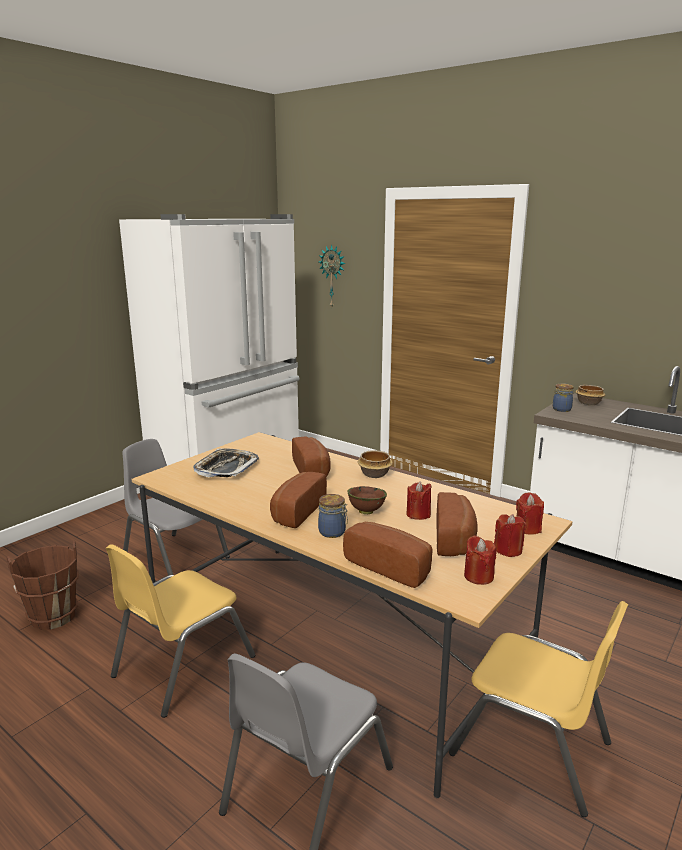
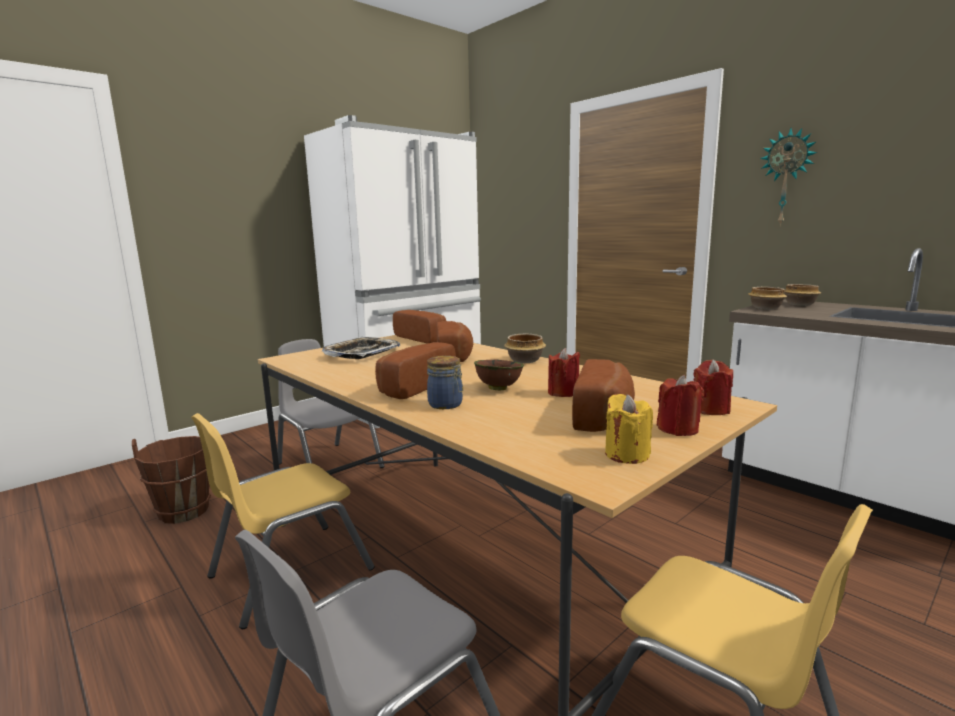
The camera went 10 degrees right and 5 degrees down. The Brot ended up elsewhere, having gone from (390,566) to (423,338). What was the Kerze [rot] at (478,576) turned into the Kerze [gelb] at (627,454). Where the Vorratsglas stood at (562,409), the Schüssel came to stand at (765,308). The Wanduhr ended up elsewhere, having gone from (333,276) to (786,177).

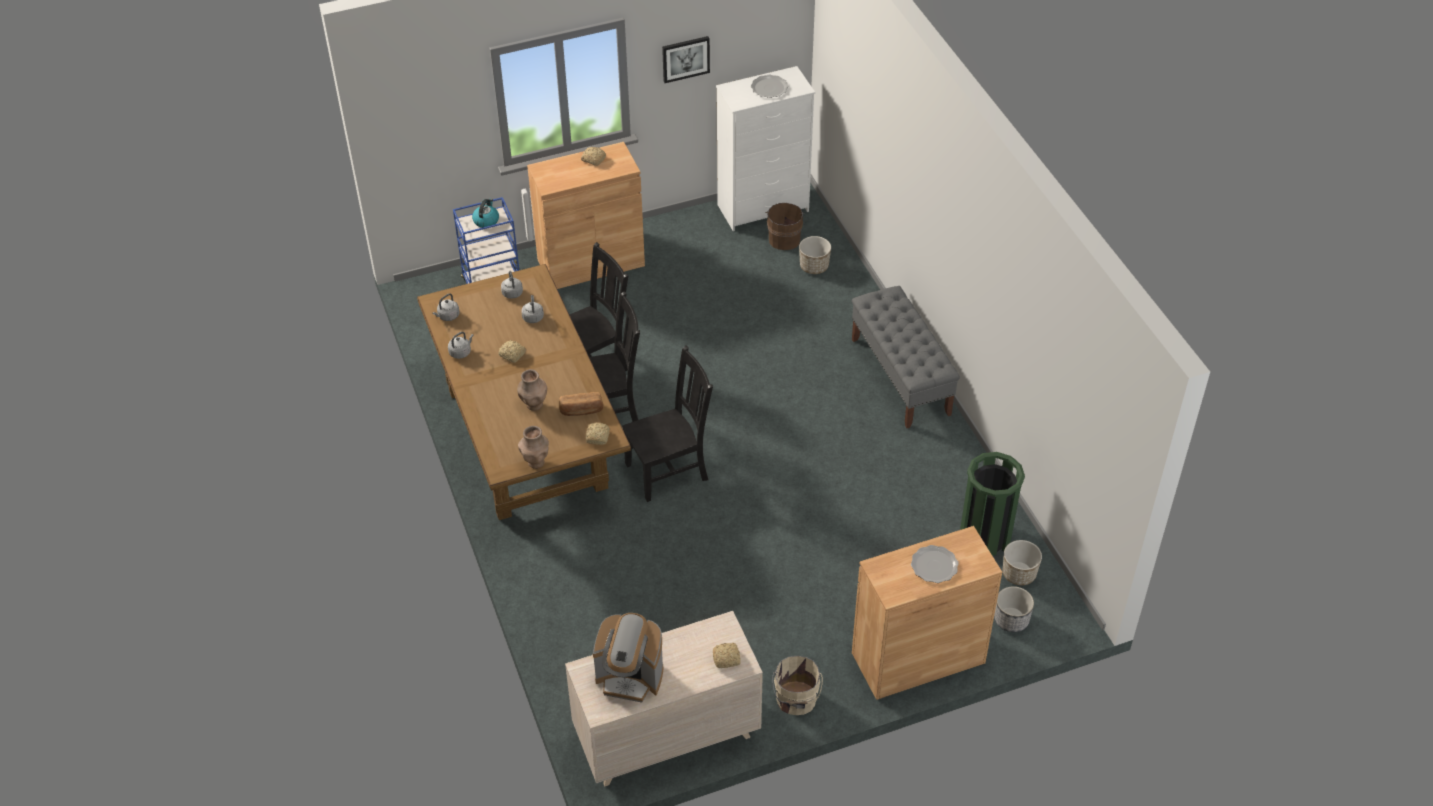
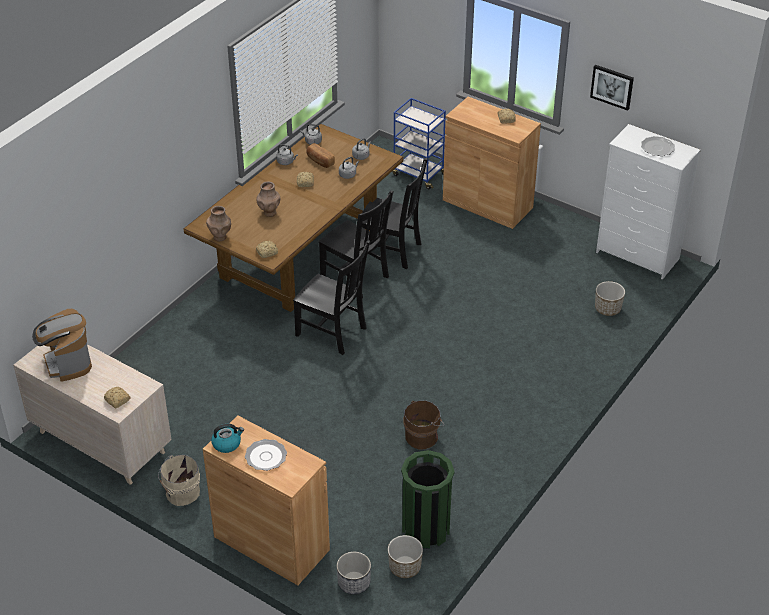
The camera went 55 degrees right and 5 degrees down. The Wasserkessel ended up elsewhere, having gone from (486,220) to (227,444). The Brot ended up elsewhere, having gone from (581,410) to (320,161). The Eimer [braun] ended up elsewhere, having gone from (784,238) to (423,436). The second view lost the Bank [grau] at (900,377).

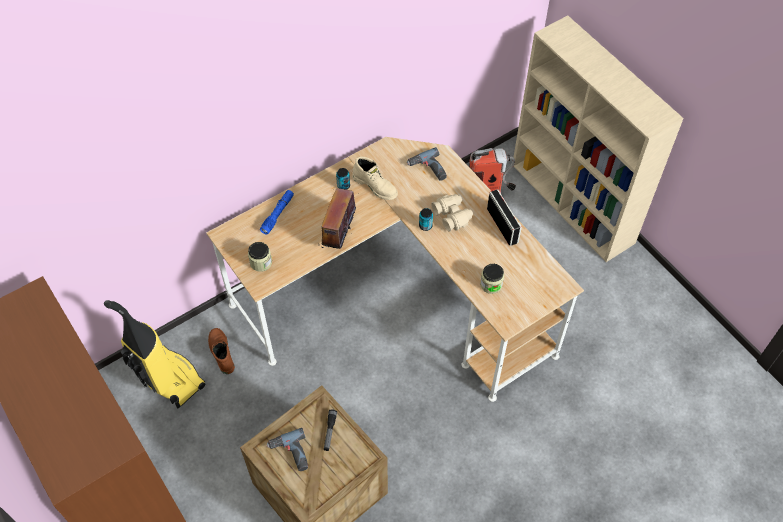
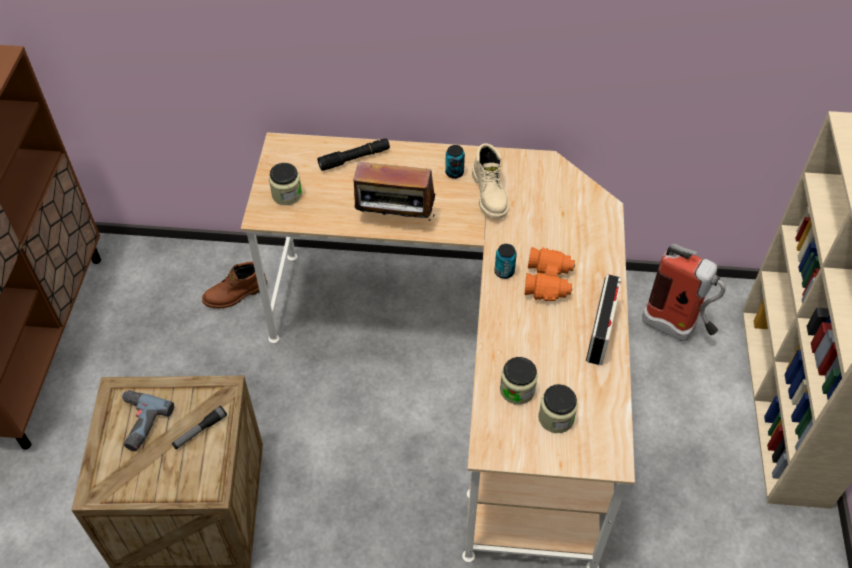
The camera went 40 degrees right and 5 degrees down. The Stiefel [braun] at (221,353) ended up facing another way, 135 degrees counterclockwise from before. What was the Taschenlampe [blau] at (278,214) turned into the Taschenlampe [schwarz] at (354,158). The Radio at (338,235) ended up facing another way, 135 degrees counterclockwise from before. What was the Fernglas [beige] at (452,215) turned into the Fernglas [orange] at (548,281). The second view gained the Vorratsglas at (556,418). The second view lost the Staubsauger at (168,378). The second view lost the Bohrmaschine at (428,169).

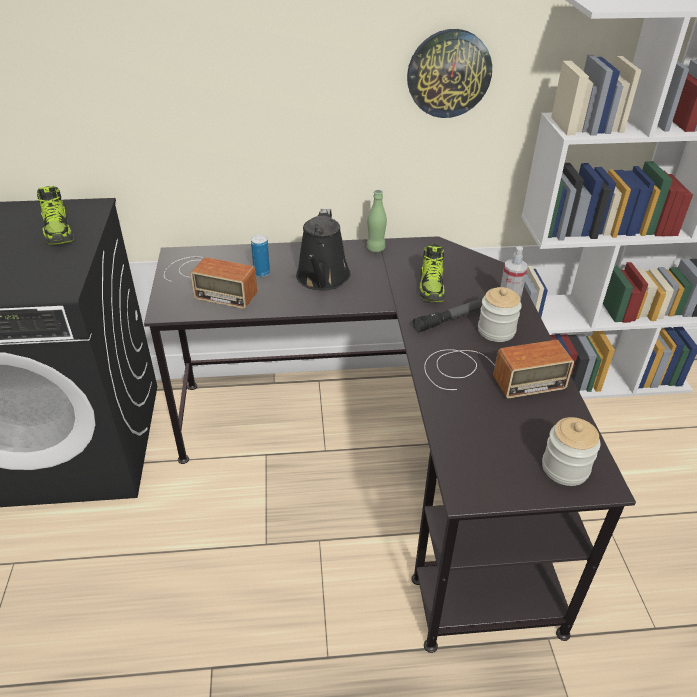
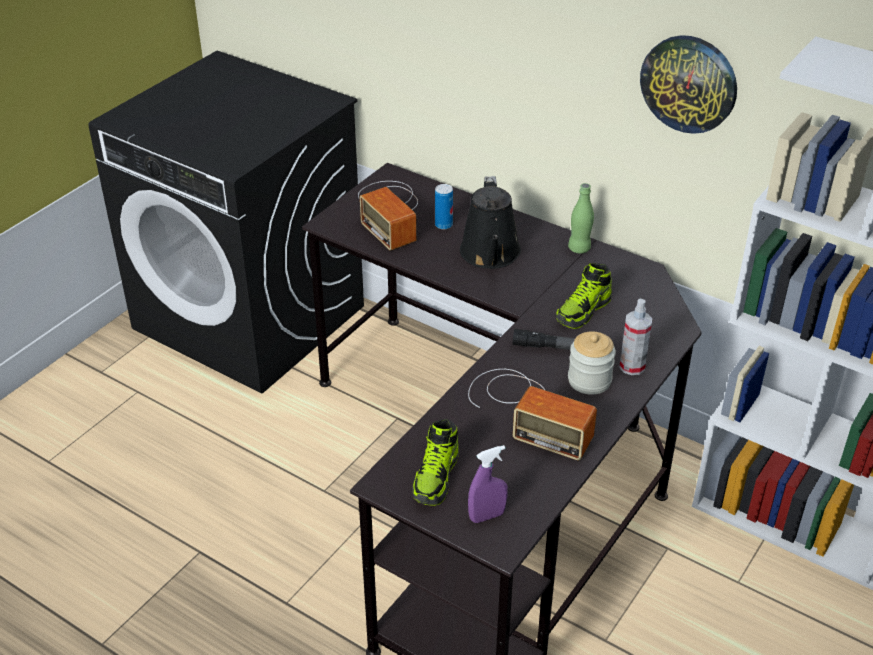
The camera went 40 degrees right and 0 degrees up. The Schuh ended up elsewhere, having gone from (59,231) to (436,477). The Gießkanne [schwarz] at (322,279) ended up facing another way, 45 degrees counterclockwise from before. Where the Vorratsglas stood at (565,468), the Sprühflasche [lila] came to stand at (487,516).

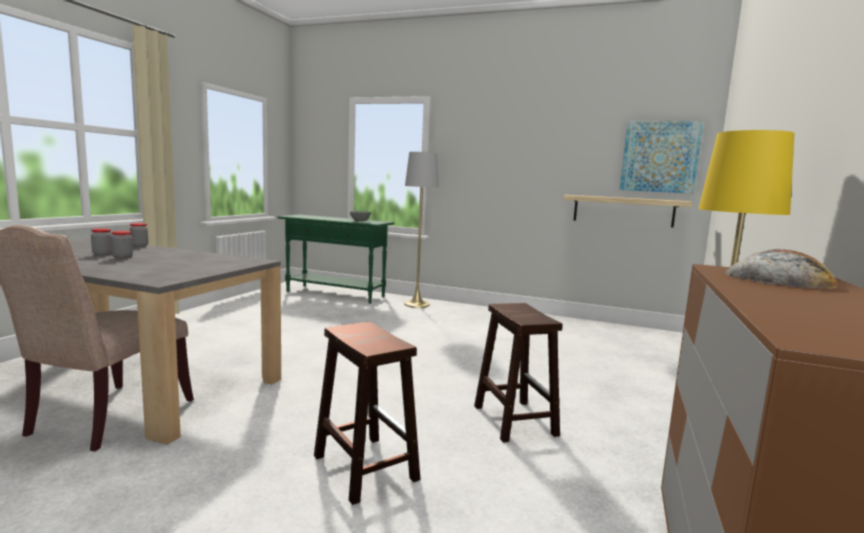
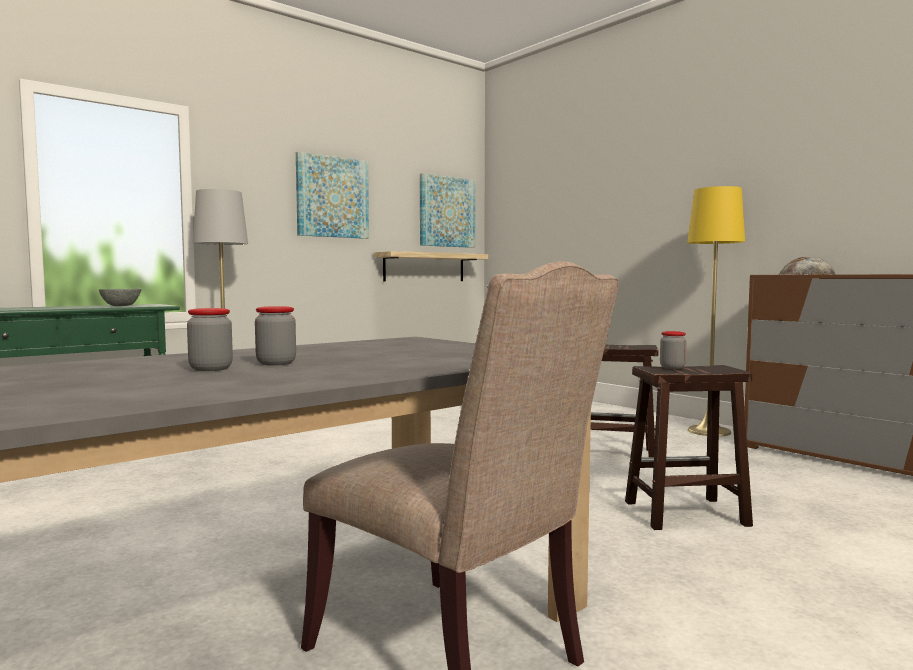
The camera went 60 degrees left and 5 degrees down. The second view gained the Bild at (332,197). The Vorratsglas ended up elsewhere, having gone from (139,246) to (672,367).

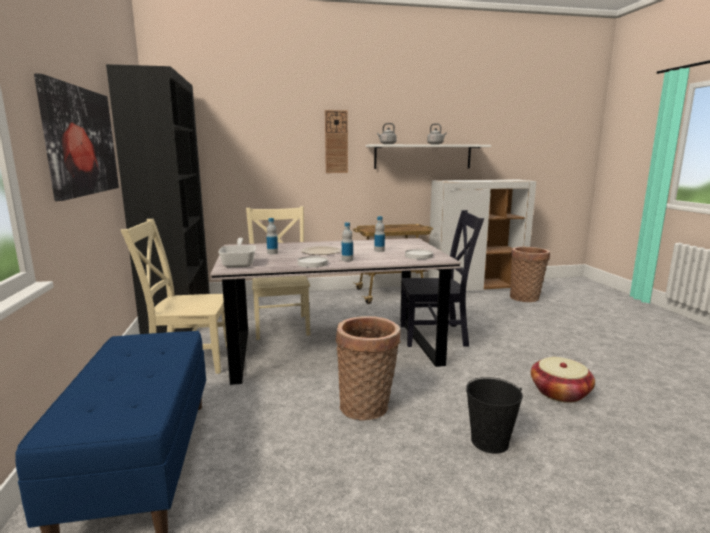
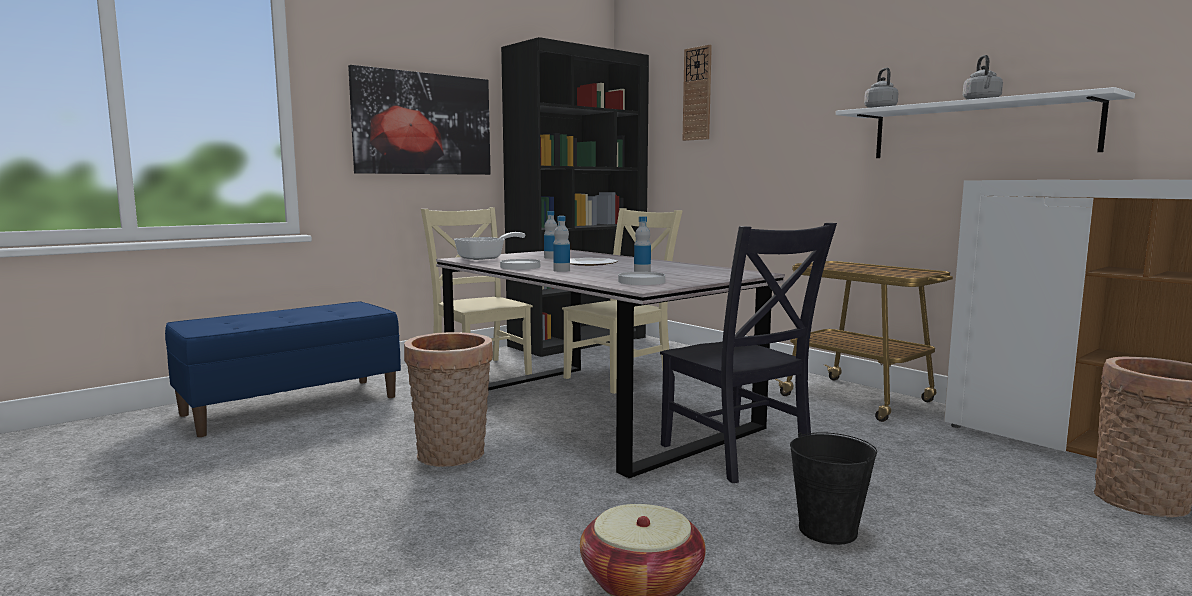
The camera went 60 degrees right and 5 degrees down. The Wanduhr ended up elsewhere, having gone from (336,142) to (697,94). The Eimer [schwarz] ended up elsewhere, having gone from (490,442) to (827,530).

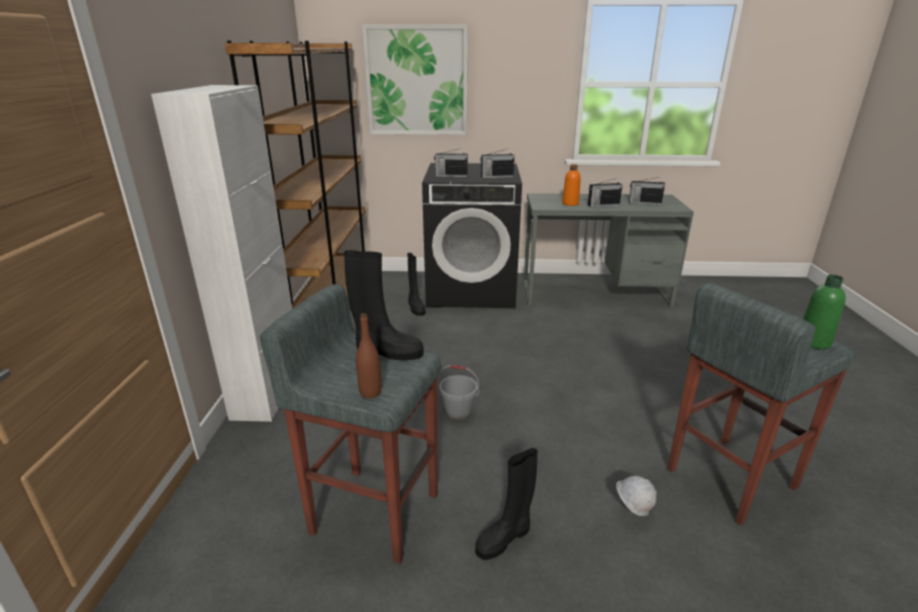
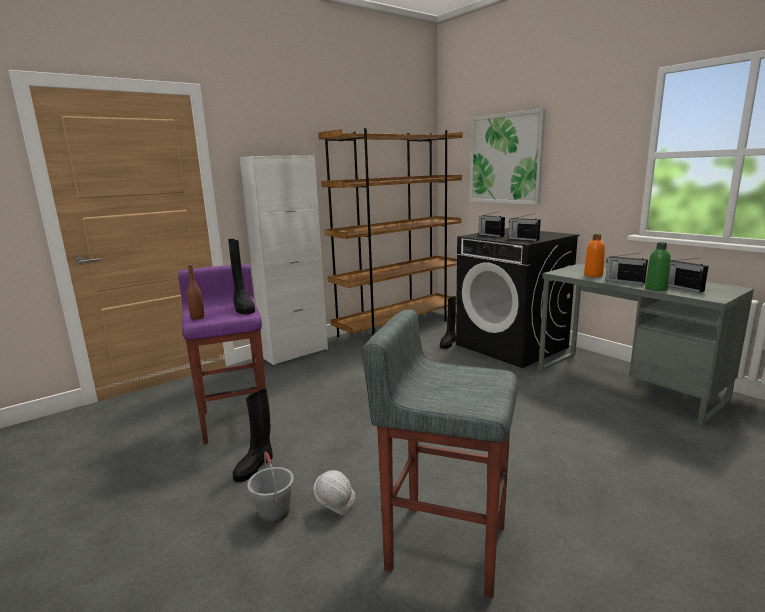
The camera went 50 degrees right and 10 degrees down. What was the Hocker [grau] at (374,511) turned into the Hocker [lila] at (236,420). The Stiefel [schwarz] at (504,538) ended up facing another way, 75 degrees counterclockwise from before. The Eimer [grau] ended up elsewhere, having gone from (458,412) to (274,512). The Flasche [grün] ended up elsewhere, having gone from (813,342) to (656,289).

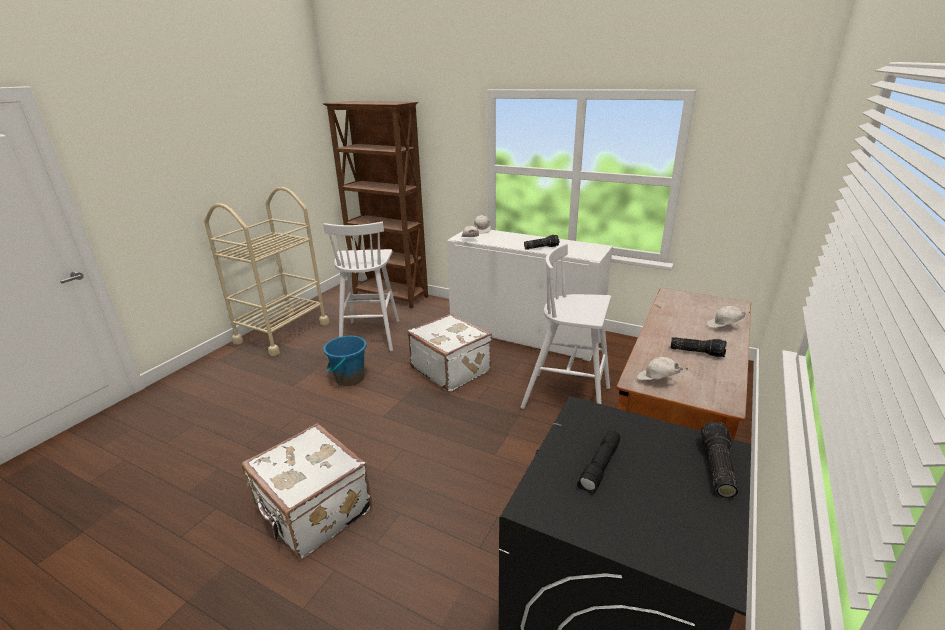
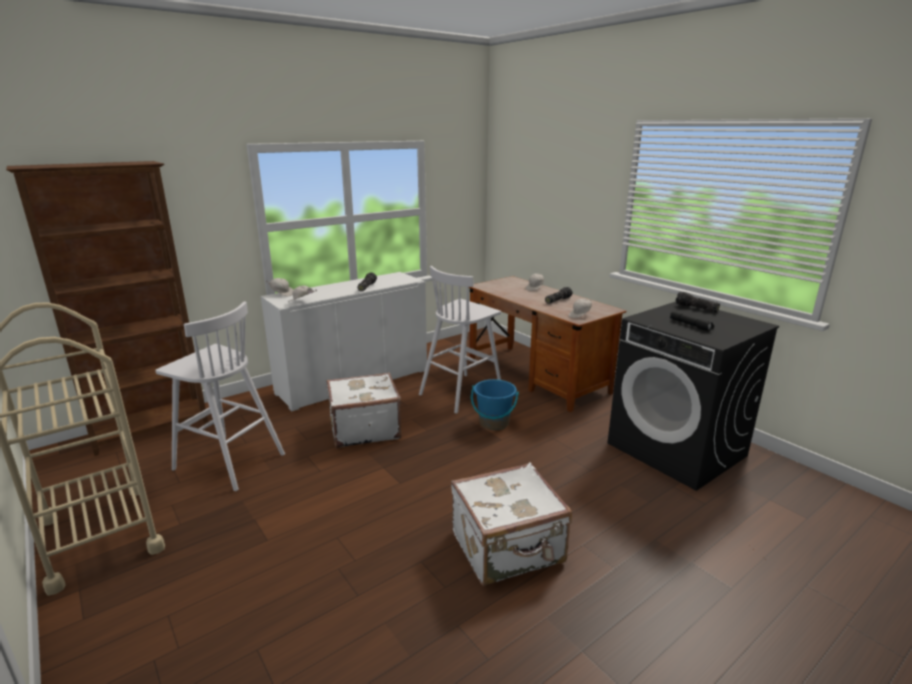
The camera went 65 degrees left and 5 degrees down. The Eimer [blau] ended up elsewhere, having gone from (349,378) to (494,423).

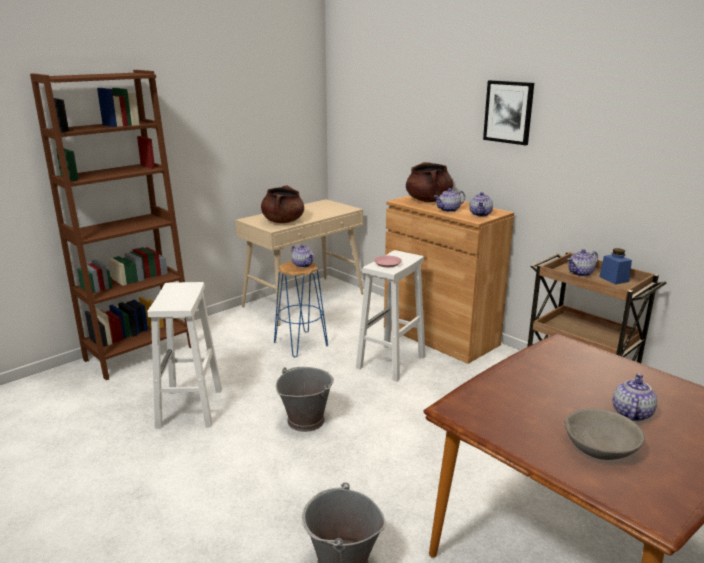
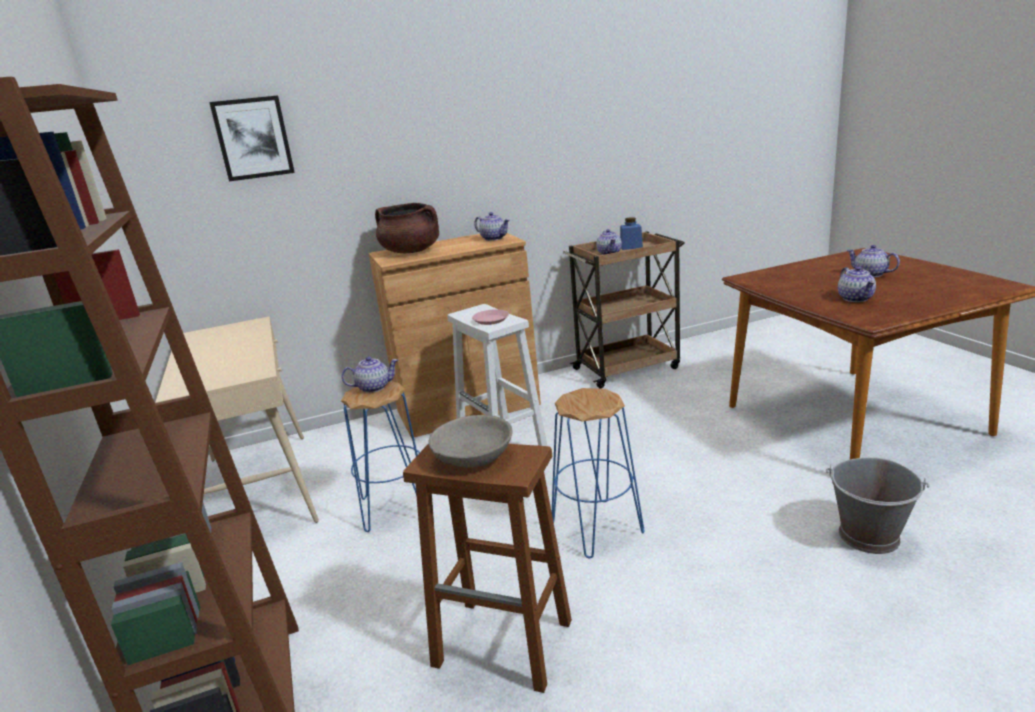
The camera went 65 degrees left and 0 degrees up. The Bild ended up elsewhere, having gone from (508,112) to (253,138). What was the Hocker [weiß] at (190,408) turned into the Hocker [braun] at (505,643). The Schüssel [grau] ended up elsewhere, having gone from (600,447) to (473,456). Where the Eimer [grau] stood at (305,420), the Hocker [blau] came to stand at (596,528). The Teekanne ended up elsewhere, having gone from (448,210) to (856,298). The second view lost the Kochtopf [braun] at (283,221).

